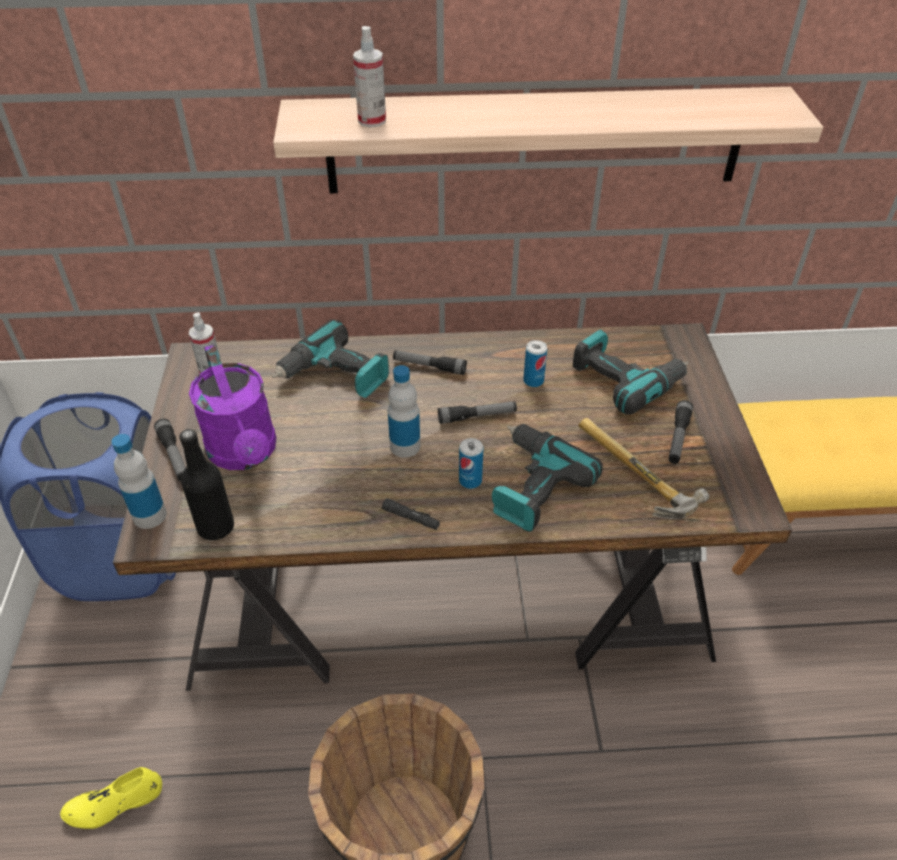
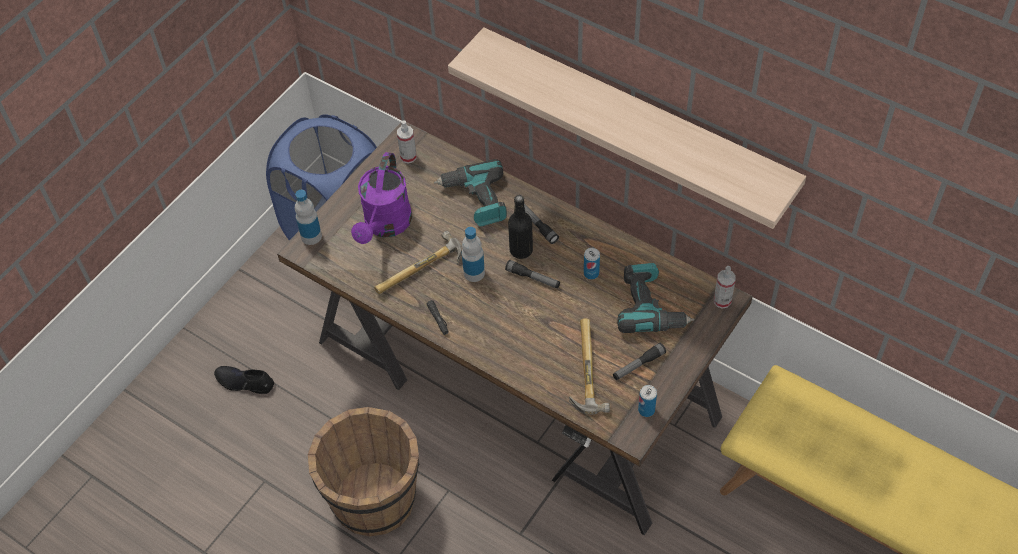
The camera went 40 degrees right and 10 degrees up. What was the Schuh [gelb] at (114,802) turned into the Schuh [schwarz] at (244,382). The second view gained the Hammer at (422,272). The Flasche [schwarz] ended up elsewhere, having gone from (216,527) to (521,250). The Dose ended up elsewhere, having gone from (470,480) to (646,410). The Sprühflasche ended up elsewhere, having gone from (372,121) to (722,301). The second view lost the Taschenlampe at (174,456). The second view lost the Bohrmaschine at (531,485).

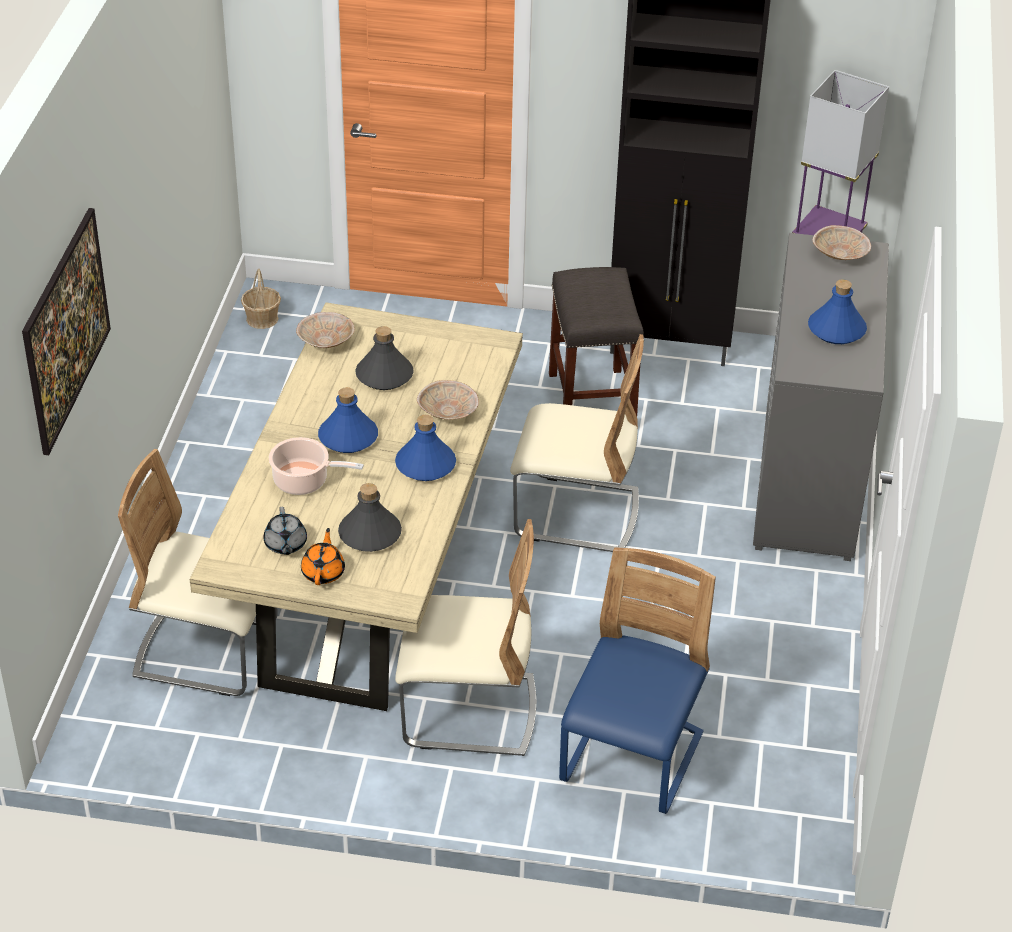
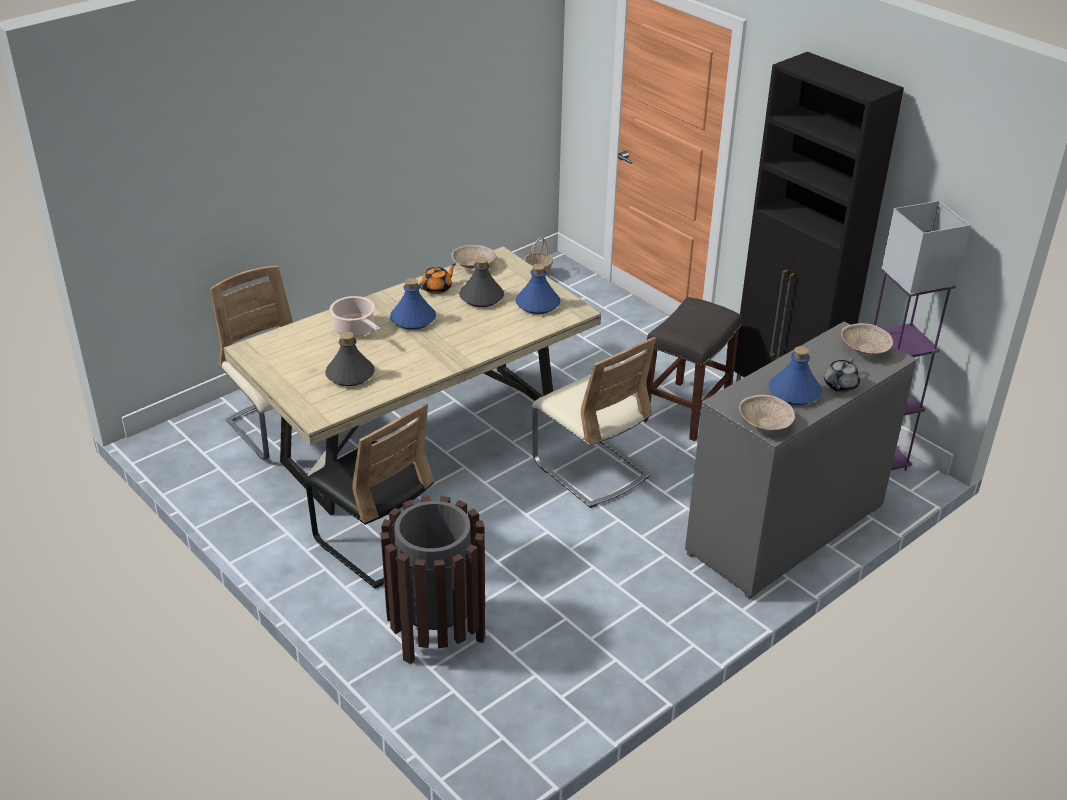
The camera went 40 degrees right and 5 degrees down. What was the Stuhl [beige] at (468,712) turned into the Stuhl [schwarz] at (376,544). Where the Stuhl [blau] stood at (632,760), the Mülleimer [braun] came to stand at (437,632). The Teekanne [orange] ended up elsewhere, having gone from (323,572) to (437,288). The Flasche [blau] ended up elsewhere, having gone from (426,465) to (537,304). The Schüssel [beige] ended up elsewhere, having gone from (448,412) to (765,424). The Teekanne [grau] ended up elsewhere, having gone from (285,544) to (840,385). The second view lost the Bild at (70,360).

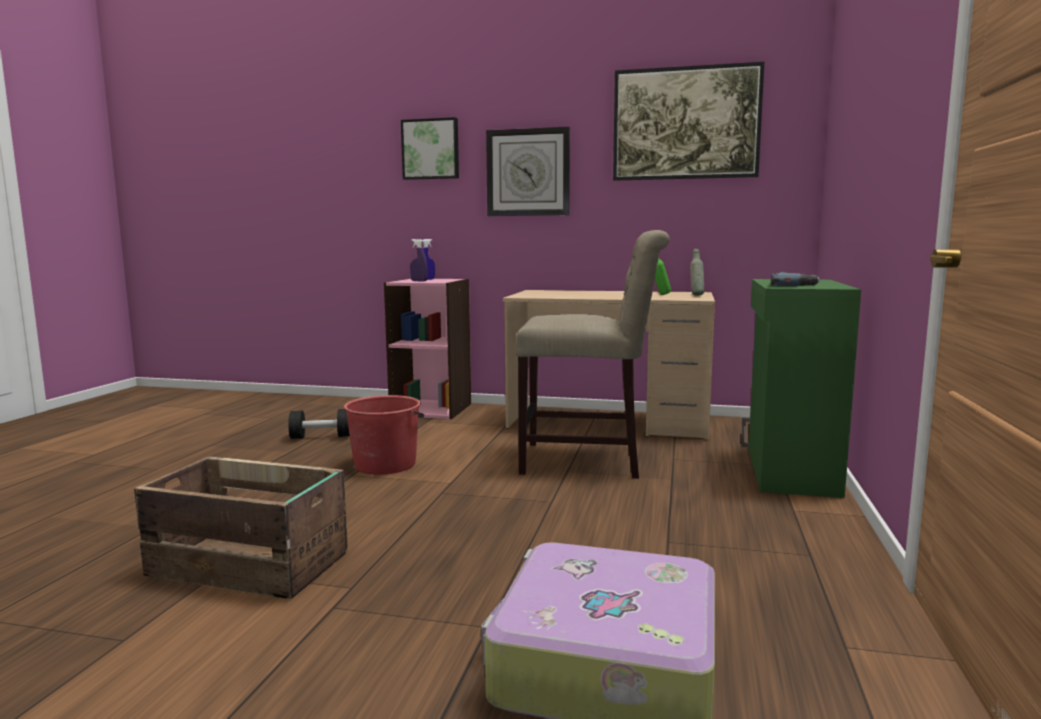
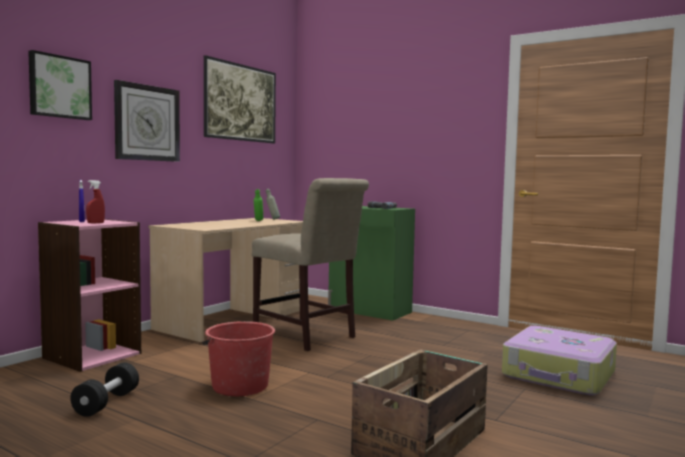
The camera went 70 degrees left and 5 degrees down. What was the Sprühflasche [lila] at (419,281) turned into the Sprühflasche [rot] at (95,223). The Stuhl [beige] at (589,461) ended up facing another way, 105 degrees clockwise from before.

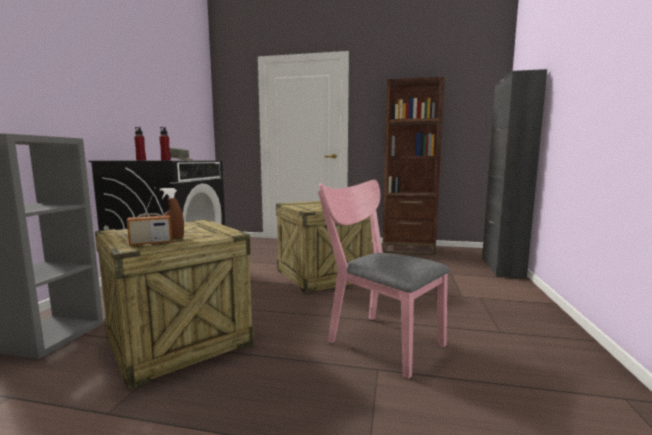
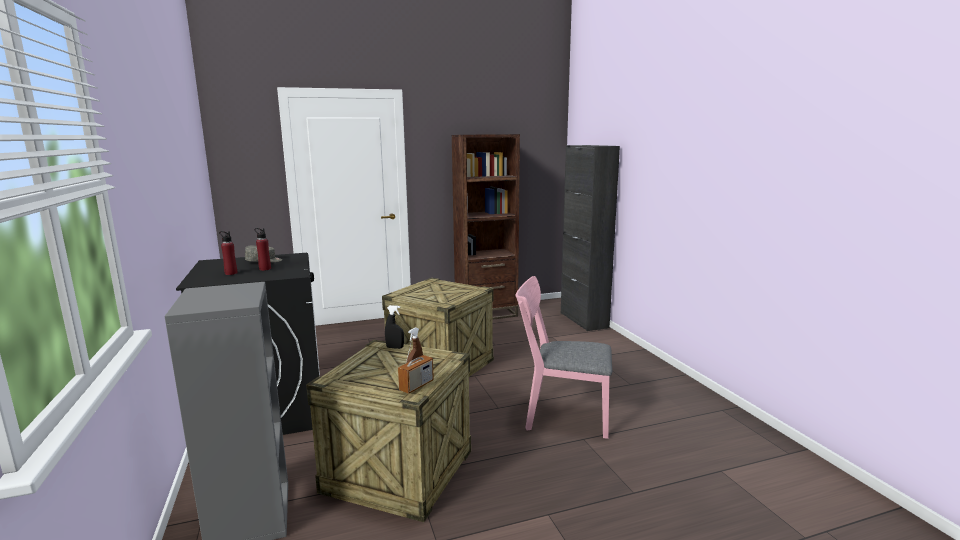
The camera went 30 degrees left and 5 degrees up. The second view gained the Sprühflasche [schwarz] at (395,347).

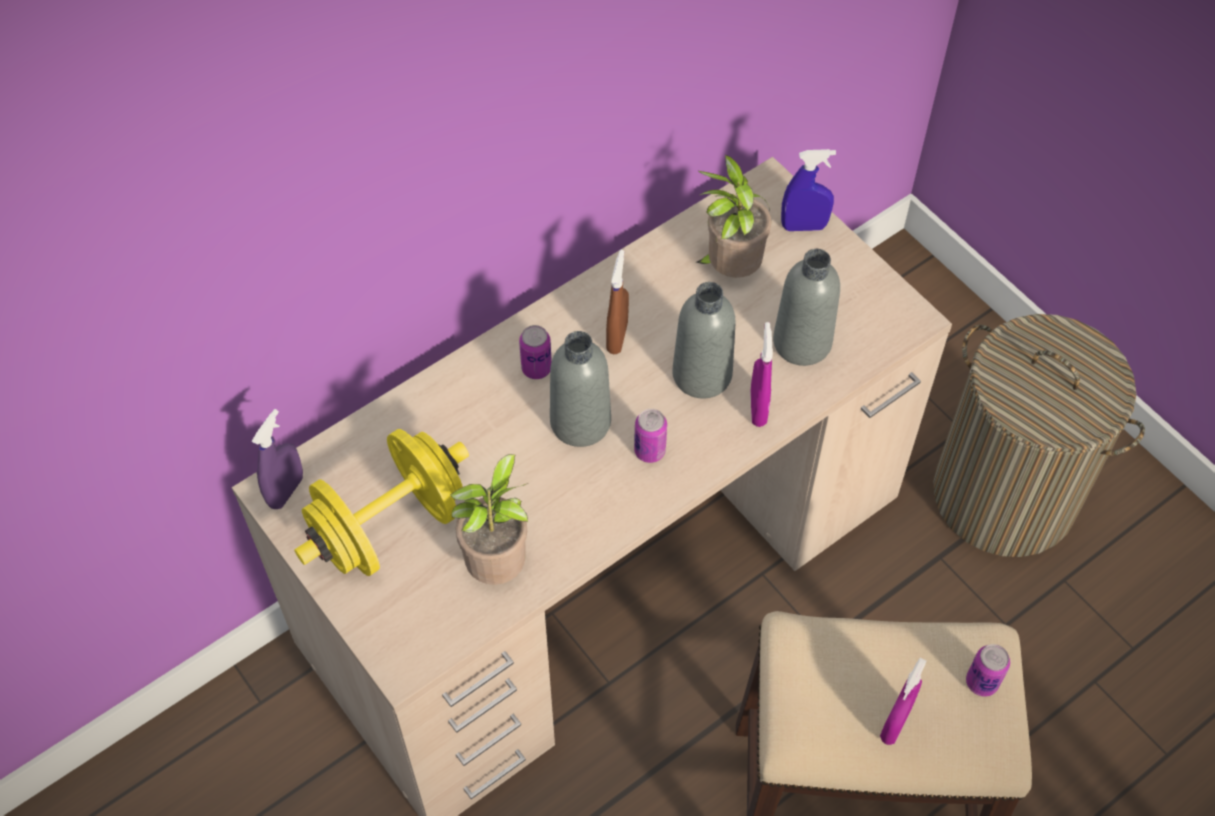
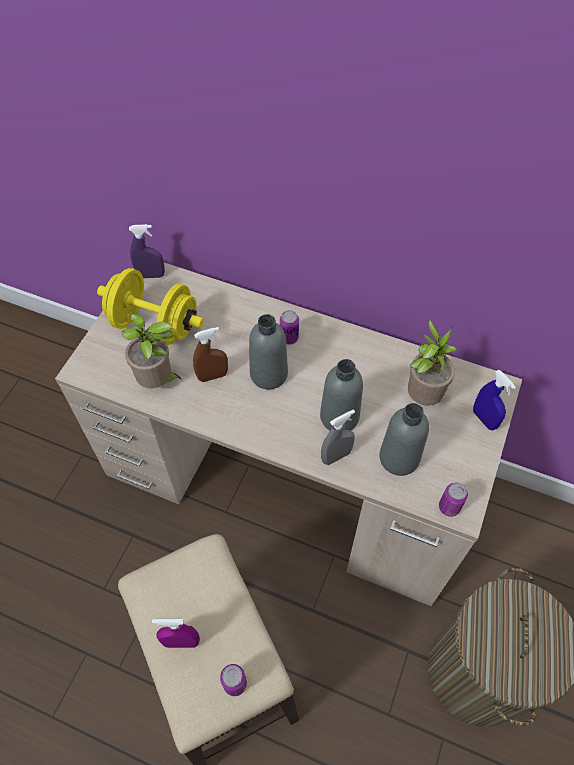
The camera went 60 degrees right and 0 degrees up. The Sprühflasche [braun] ended up elsewhere, having gone from (617,337) to (212,376). What was the Sprühflasche [lila] at (758,408) turned into the Sprühflasche [grau] at (336,456). The Dose ended up elsewhere, having gone from (649,451) to (449,507).

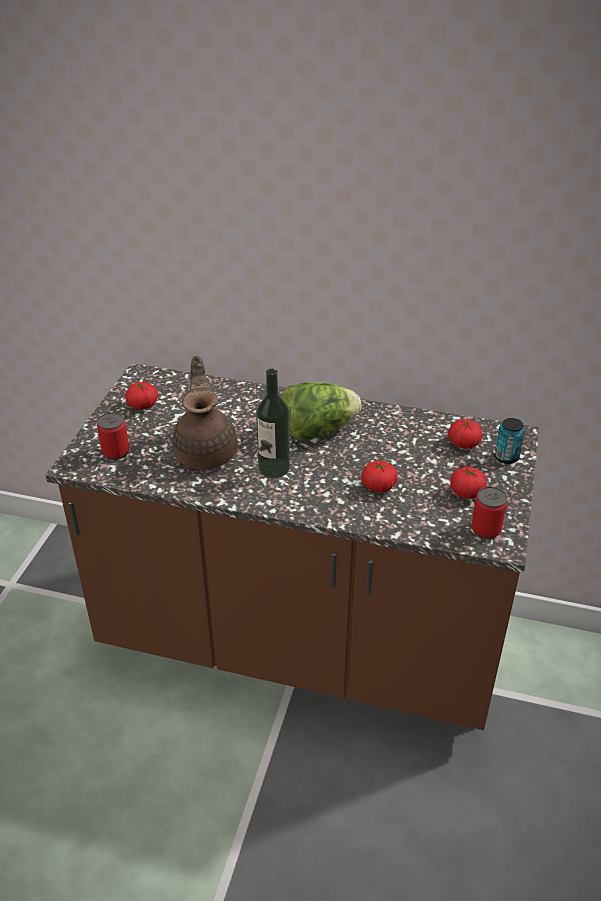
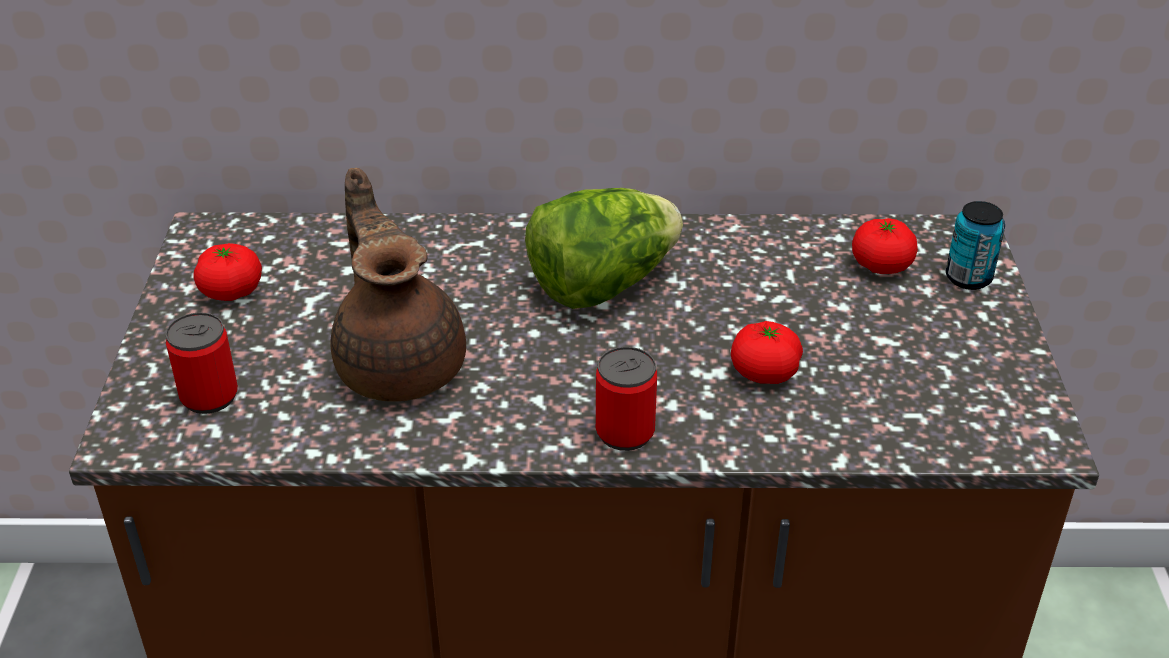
The camera went 15 degrees left and 0 degrees up. The Dose ended up elsewhere, having gone from (486,529) to (625,432). The second view lost the Flasche at (274,468). The second view lost the Tomate at (466,492).

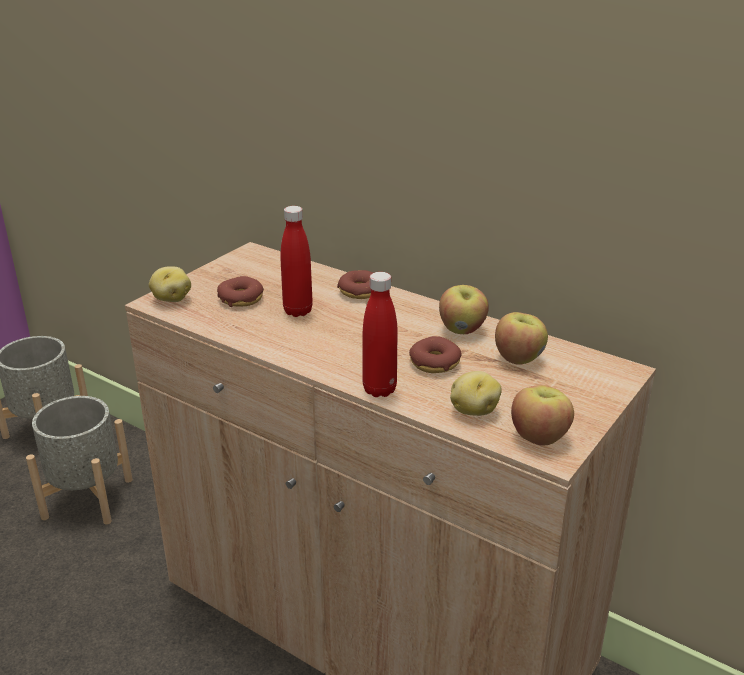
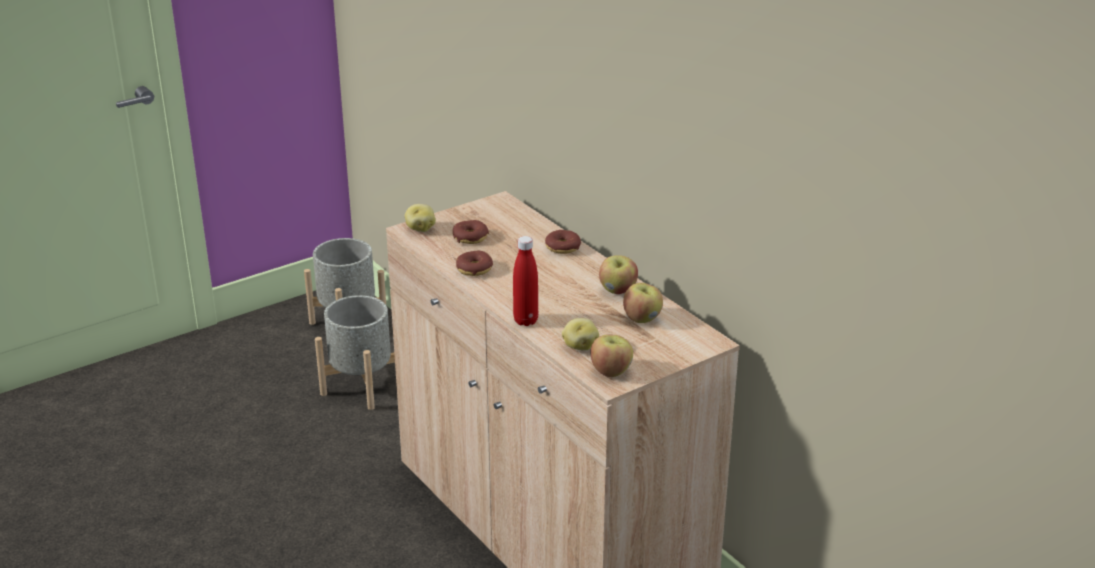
The camera went 20 degrees right and 0 degrees up. The Donut ended up elsewhere, having gone from (435,363) to (474,269). The second view lost the Flasche [rot] at (298,311).

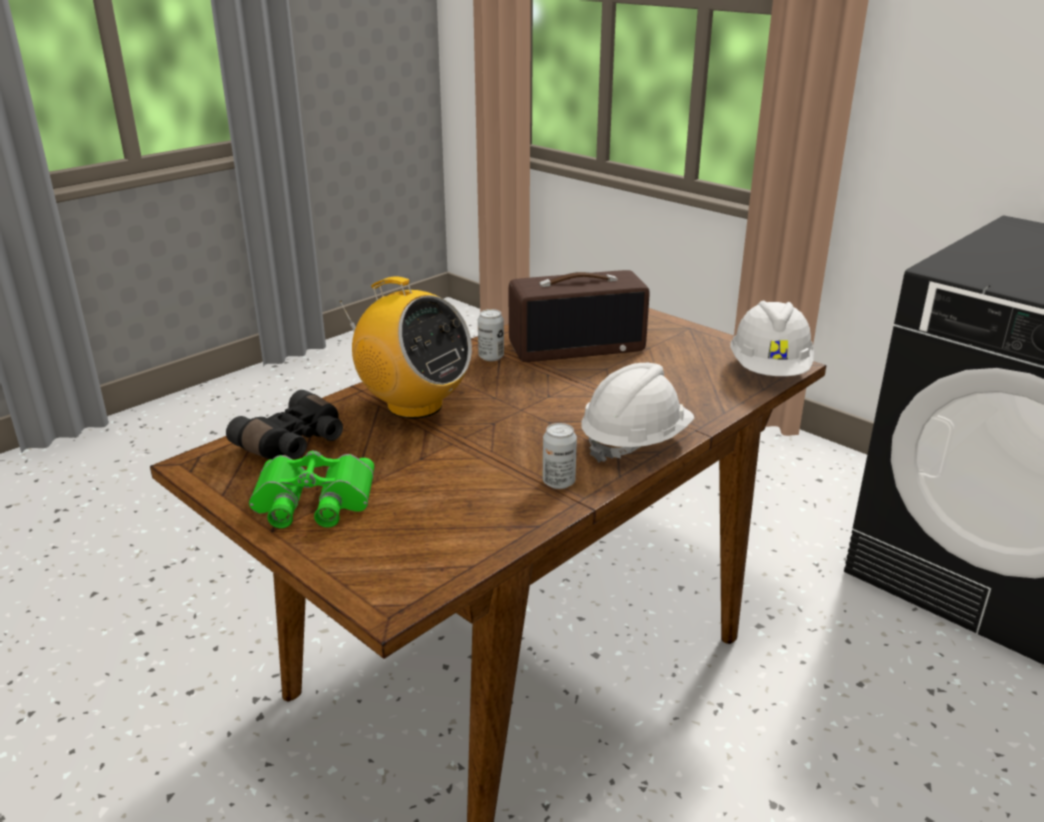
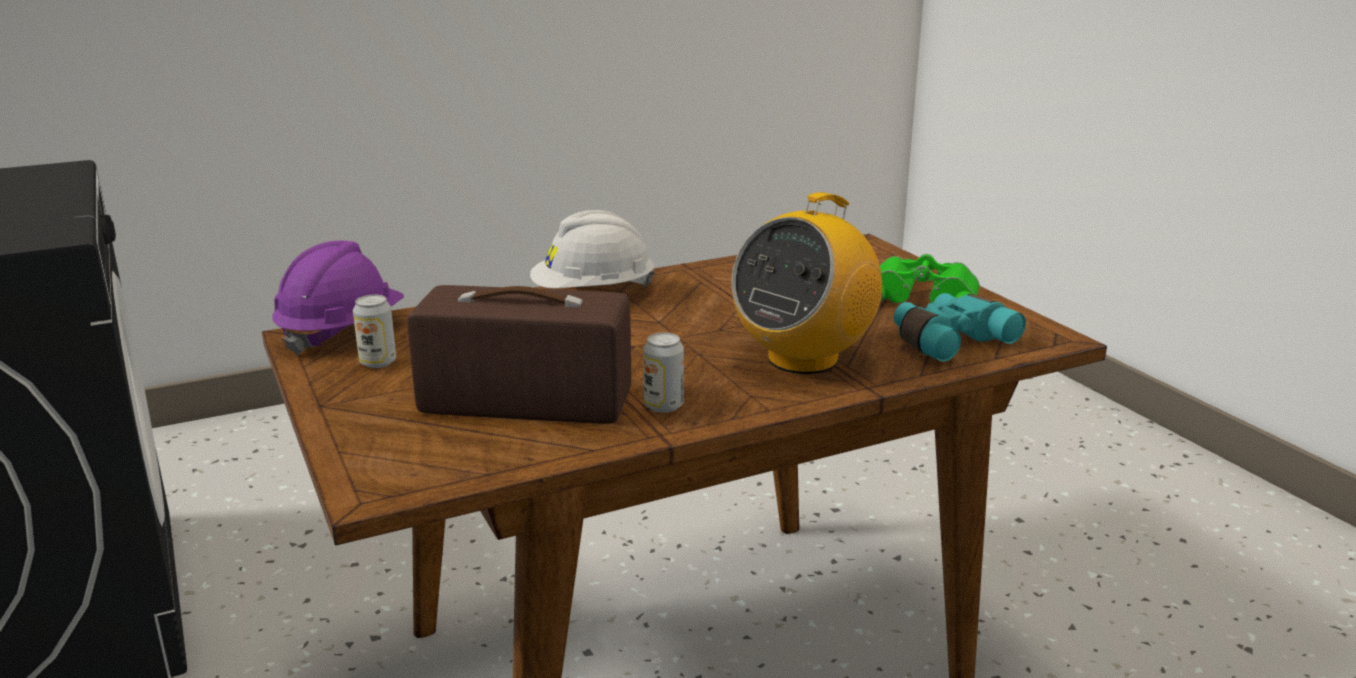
The camera went 160 degrees left and 5 degrees down. What was the Schutzhelm [weiß] at (769,371) turned into the Schutzhelm [lila] at (341,332). The Dose ended up elsewhere, having gone from (558,482) to (378,362). The Radio at (414,405) ended up facing another way, 105 degrees counterclockwise from before. What was the Fernglas [schwarz] at (294,443) turned into the Fernglas [türkis] at (948,341).

